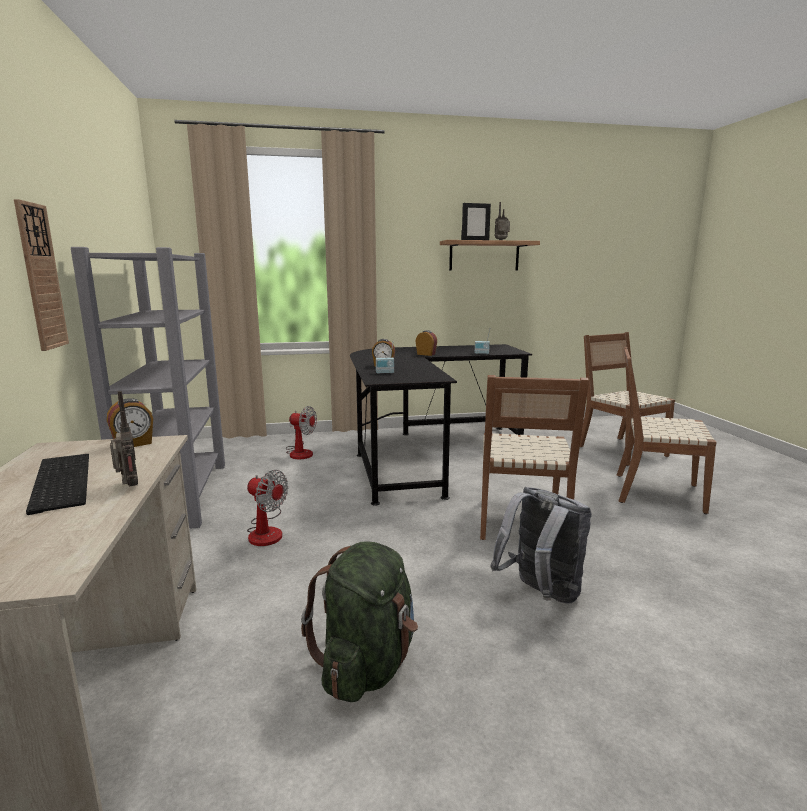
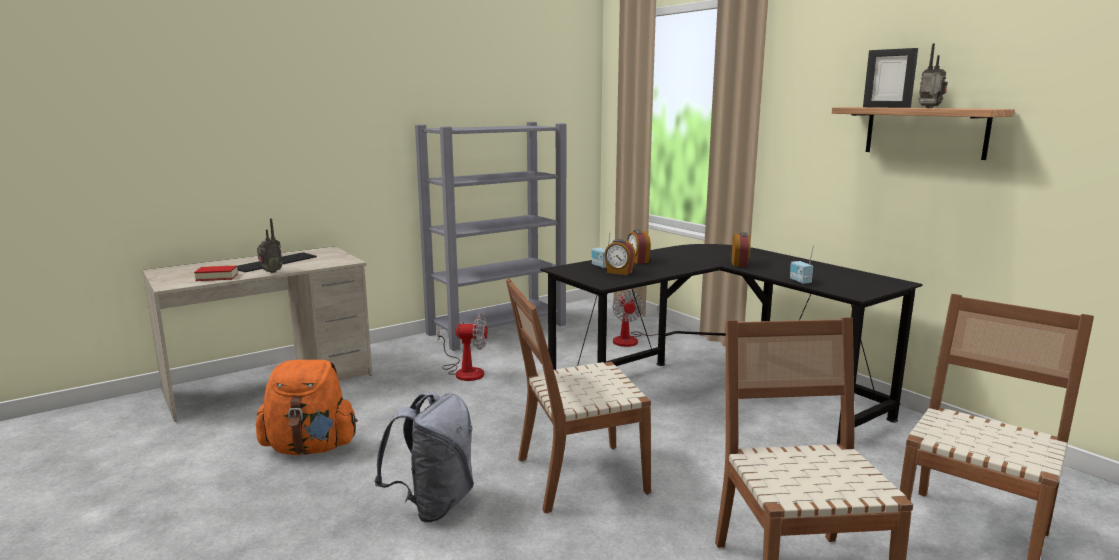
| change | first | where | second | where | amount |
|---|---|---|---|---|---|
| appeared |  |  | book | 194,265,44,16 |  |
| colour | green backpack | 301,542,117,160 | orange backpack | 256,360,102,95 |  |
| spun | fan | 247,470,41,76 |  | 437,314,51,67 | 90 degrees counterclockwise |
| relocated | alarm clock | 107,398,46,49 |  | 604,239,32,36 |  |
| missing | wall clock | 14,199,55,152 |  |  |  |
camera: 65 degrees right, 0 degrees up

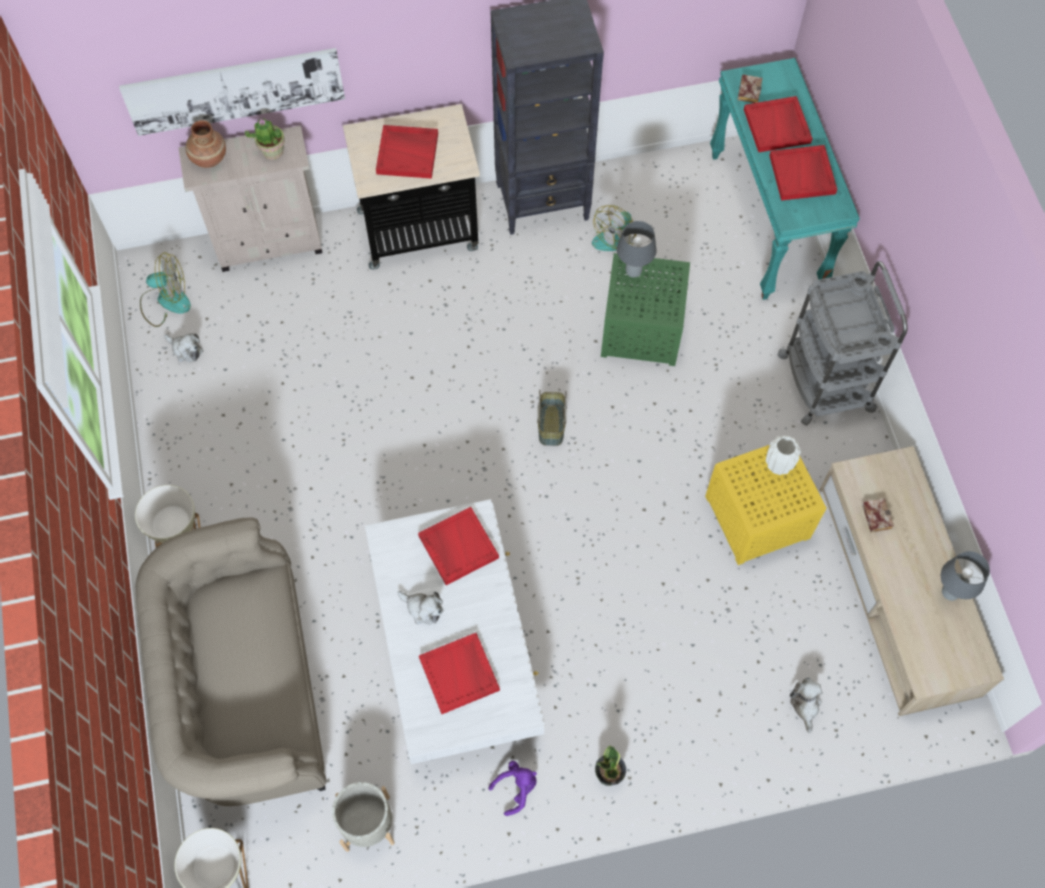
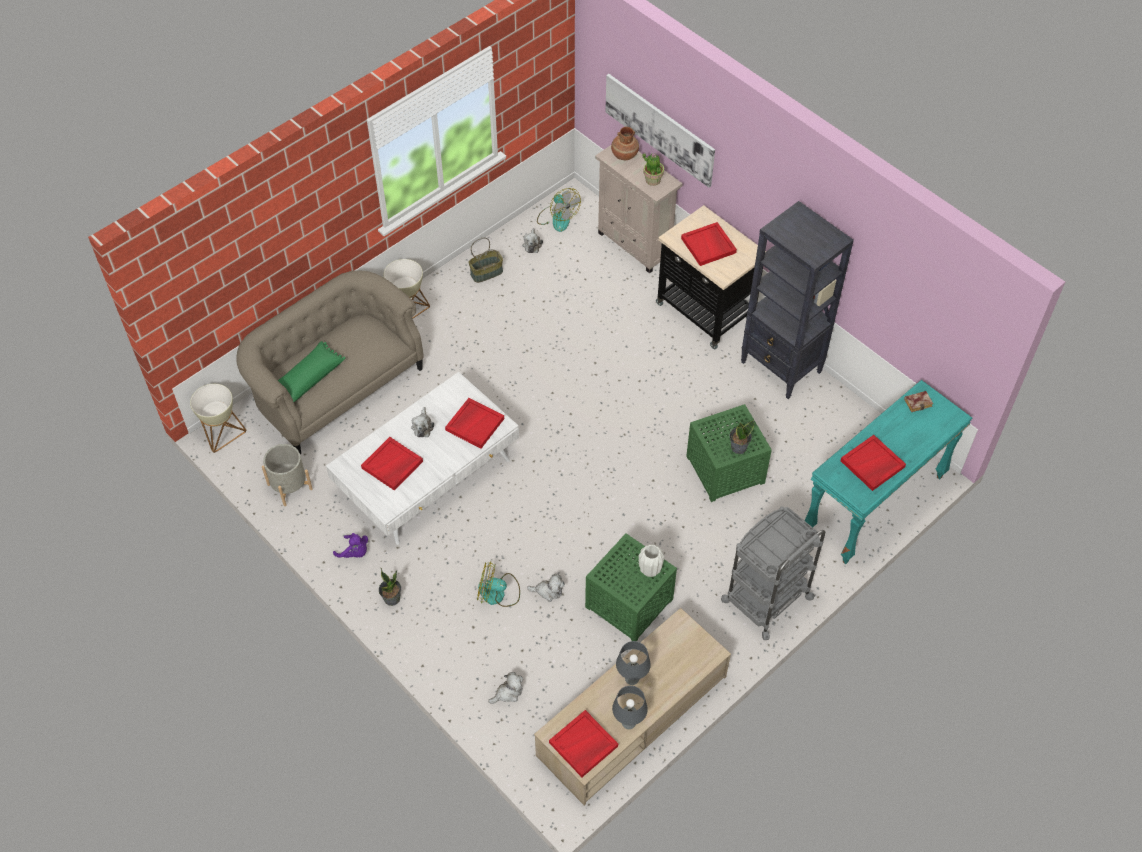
| change | first | where | second | where | amount |
|---|---|---|---|---|---|
| appeared |  |  | green pillow | 278,341,67,61 |  |
| relocated | basket | 537,390,30,56 |  | 469,237,34,46 |  |
| relocated | fan | 592,205,44,46 |  | 477,561,43,46 |  |
| appeared |  |  | plush toy | 527,574,38,28 |  |
| relocated | red tray | 744,96,69,56 |  | 549,710,69,67 |  |
| colour | yellow side table | 705,445,121,120 | green side table | 585,533,92,108 |  |
| relocated | grey table lamp | 617,221,39,56 |  | 616,641,35,44 |  |
| appeared |  |  | potted plant | 729,420,25,34 |  |
| missing | book | 862,498,32,35 |  |  |  |
camera: 60 degrees right, 10 degrees down

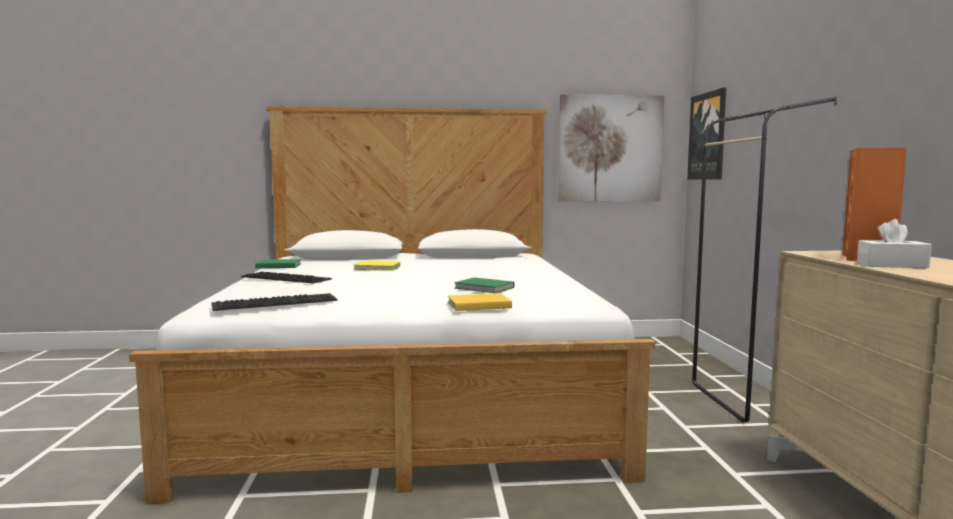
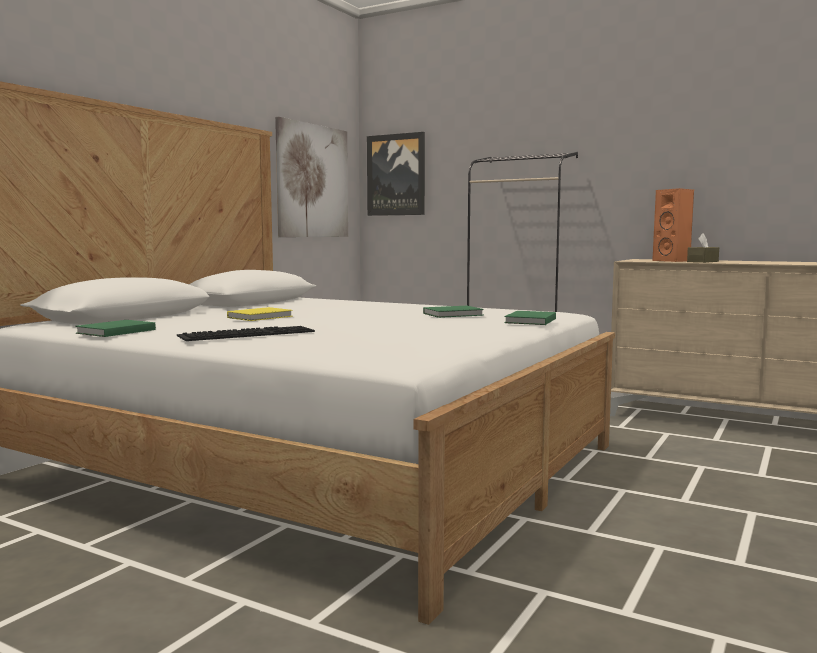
| change | first | where | second | where | amount |
|---|---|---|---|---|---|
| colour | yellow book | 448,293,64,18 | green book | 504,311,52,14 |  |
| colour | white tissue box | 857,219,75,49 | brown tissue box | 687,233,32,30 |  |
| missing | keyboard | 211,293,126,18 |  |  |  |
camera: 55 degrees left, 0 degrees up

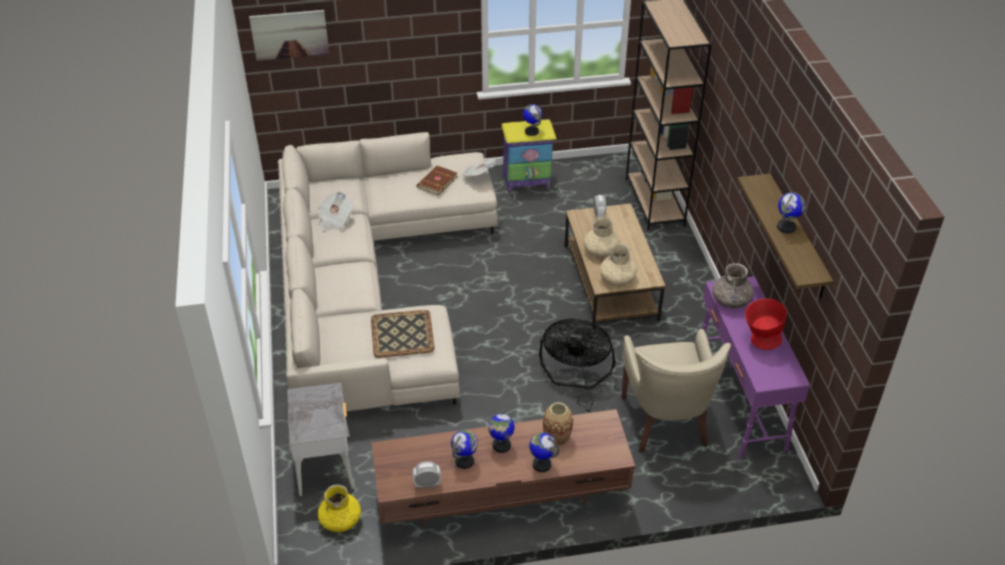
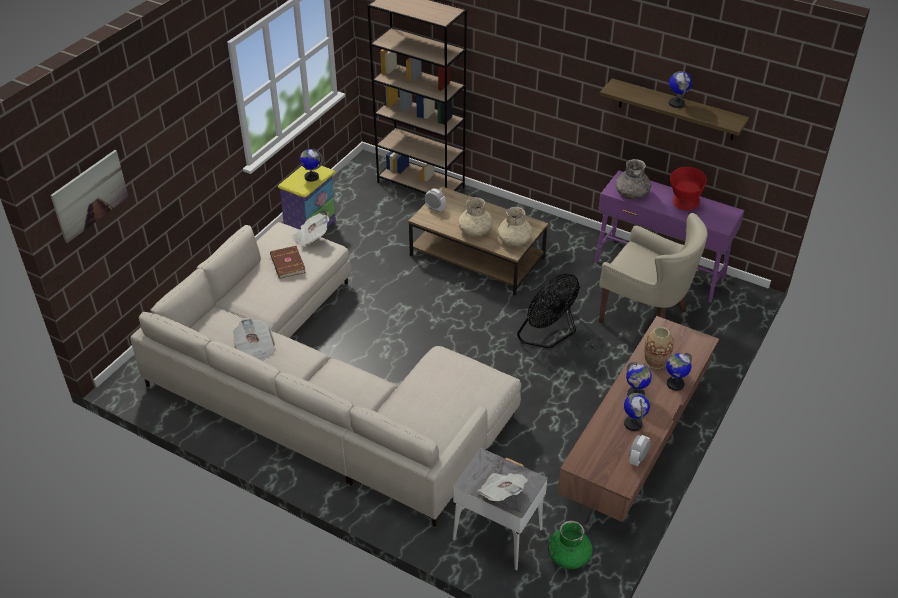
| change | first | where | second | where | amount |
|---|---|---|---|---|---|
| appeared |  |  | newspaper | 478,473,50,28 |  |
| colour | yellow vase | 318,485,43,47 | green vase | 547,521,45,48 |  |
| missing | tray | 371,310,64,48 |  |  |  |
camera: 50 degrees left, 0 degrees up

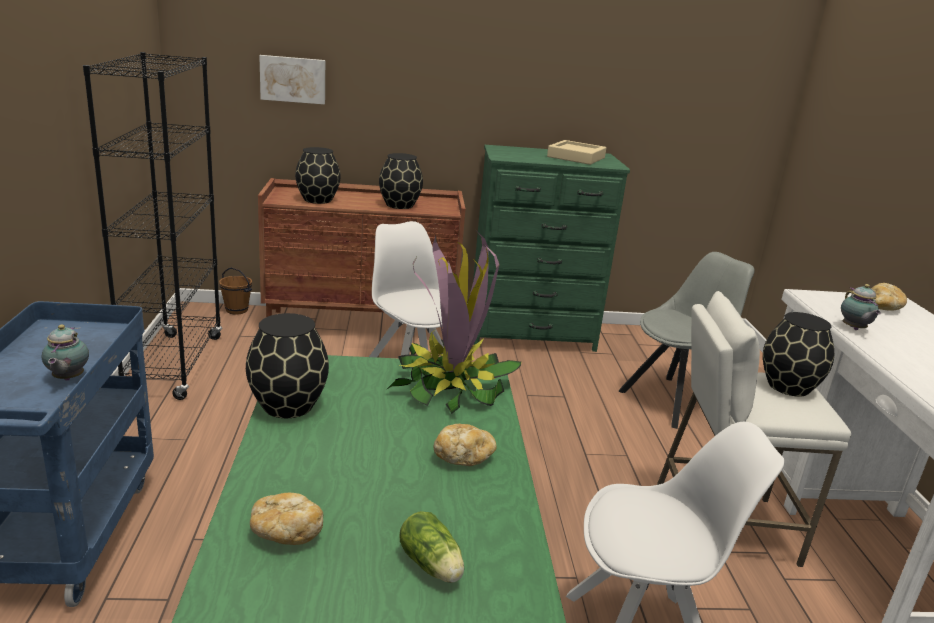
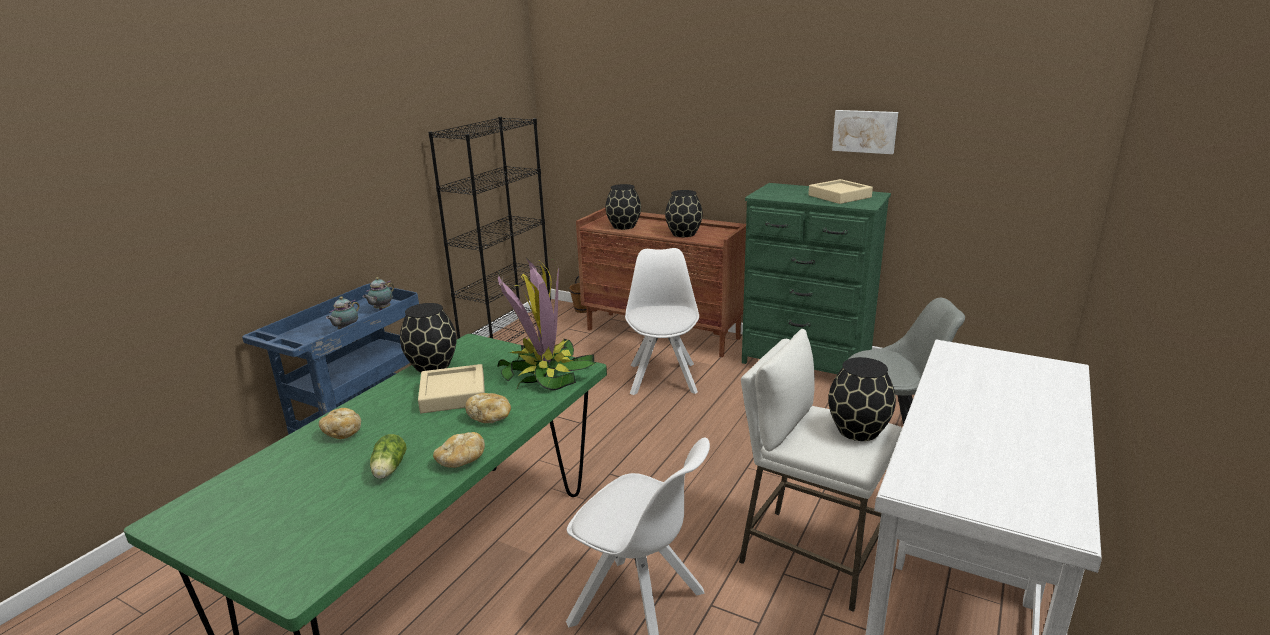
| change | first | where | second | where | amount |
|---|---|---|---|---|---|
| relocated | teapot | 841,284,40,46 |  | 363,277,31,33 |  |
| appeared |  |  | beige tray | 418,364,67,49 |  |
| relocated | bread | 871,283,36,28 |  | 433,432,52,36 |  |
| relocated | picture | 259,55,66,49 |  | 832,110,66,44 |  |
camera: 35 degrees right, 0 degrees up

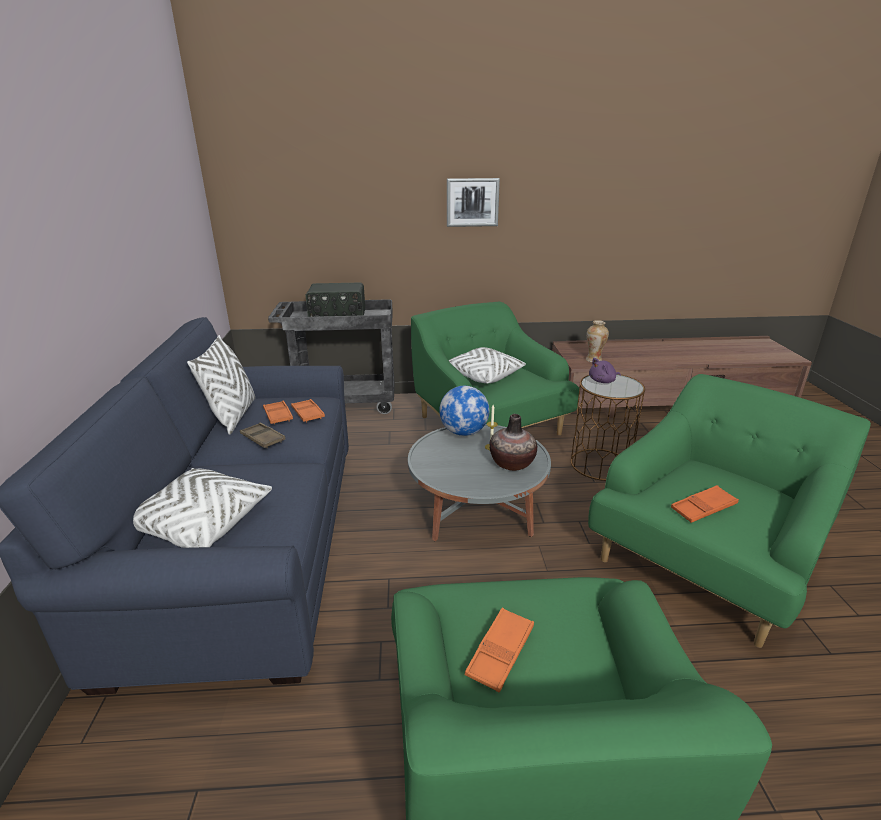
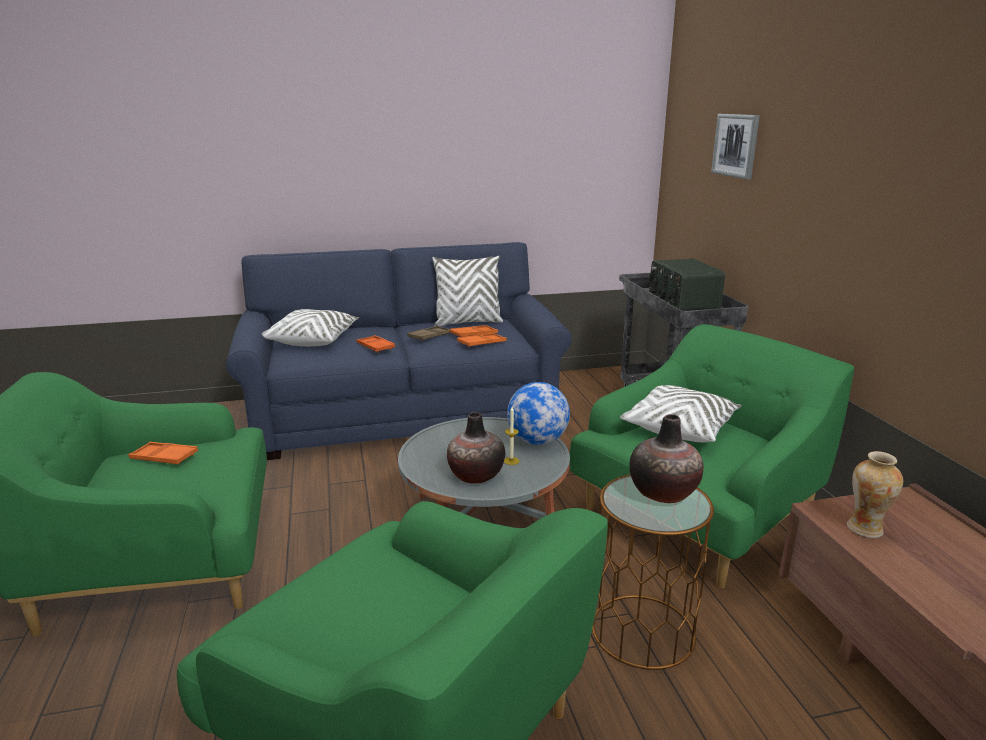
| change | first | where | second | where | amount |
|---|---|---|---|---|---|
| relocated | orange tray | 671,485,68,38 |  | 356,335,39,18 |  |
| exchanged | purple plush toy | 589,358,32,25 | vase | 629,414,74,89 |  |
| relocated | picture | 447,178,53,49 |  | 711,114,49,66 |  |
camera: 80 degrees right, 5 degrees down

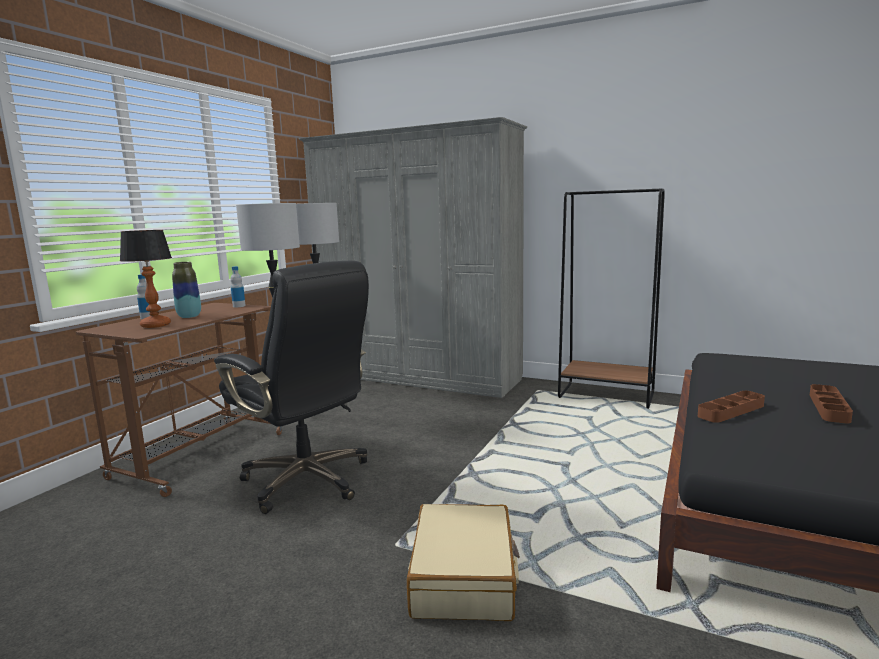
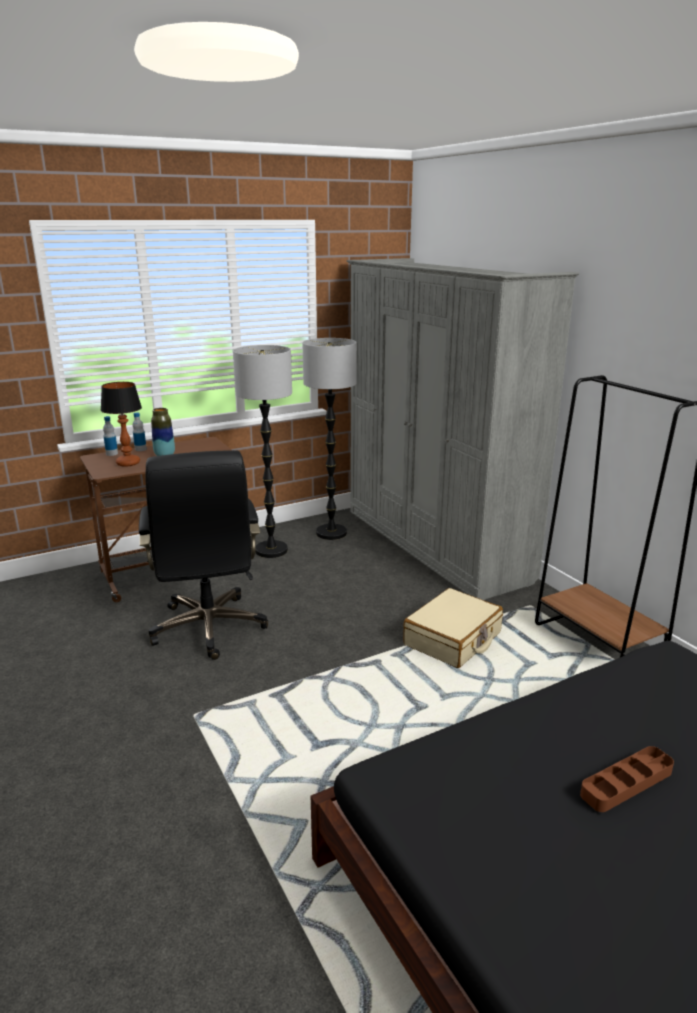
| change | first | where | second | where | amount |
|---|---|---|---|---|---|
| relocated | bottle | 230,266,16,41 |  | 103,416,15,40 |  |
| relocated | beige suitcase | 407,504,113,117 |  | 403,588,100,80 |  |
| missing | brown tray | 698,391,67,32 |  |  |  |
camera: 35 degrees right, 10 degrees up

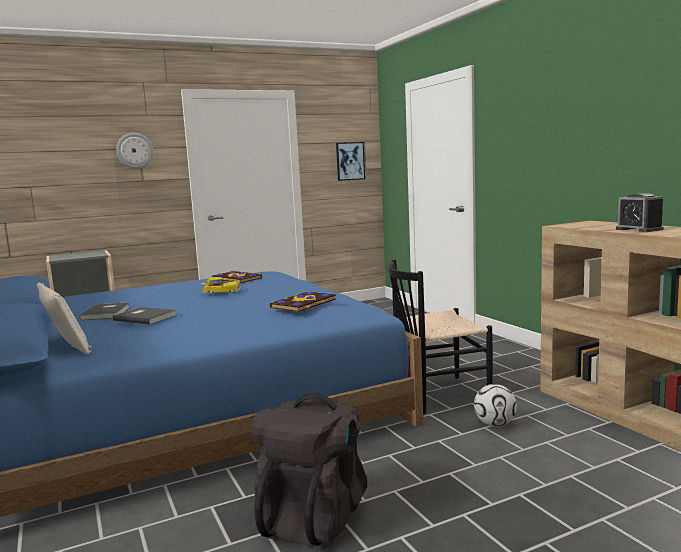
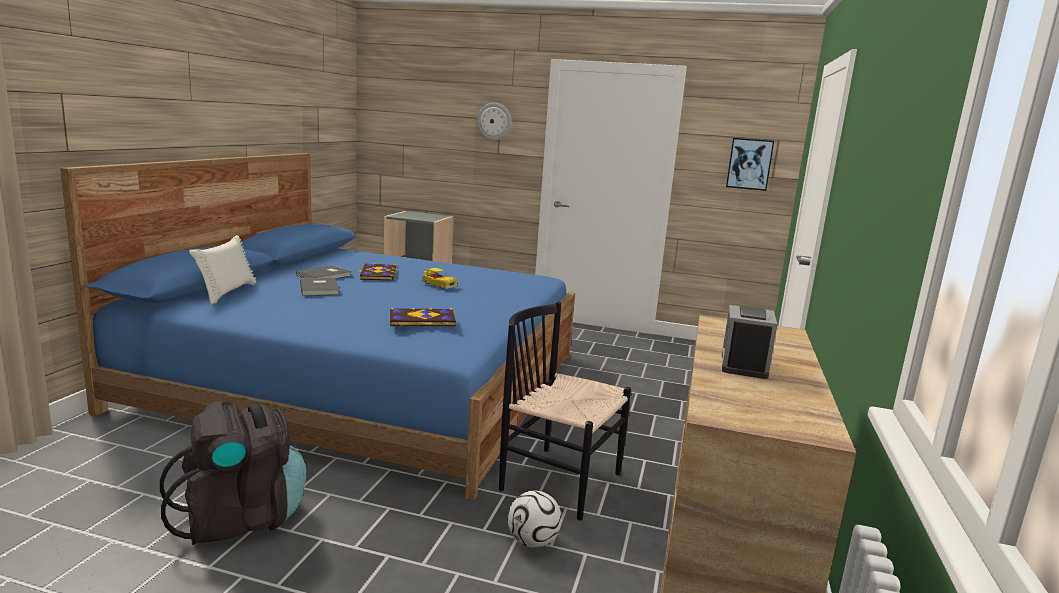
| change | first | where | second | where | amount |
|---|---|---|---|---|---|
| relocated | book | 212,271,50,12 |  | 358,263,39,18 |  |
camera: 40 degrees right, 5 degrees up

